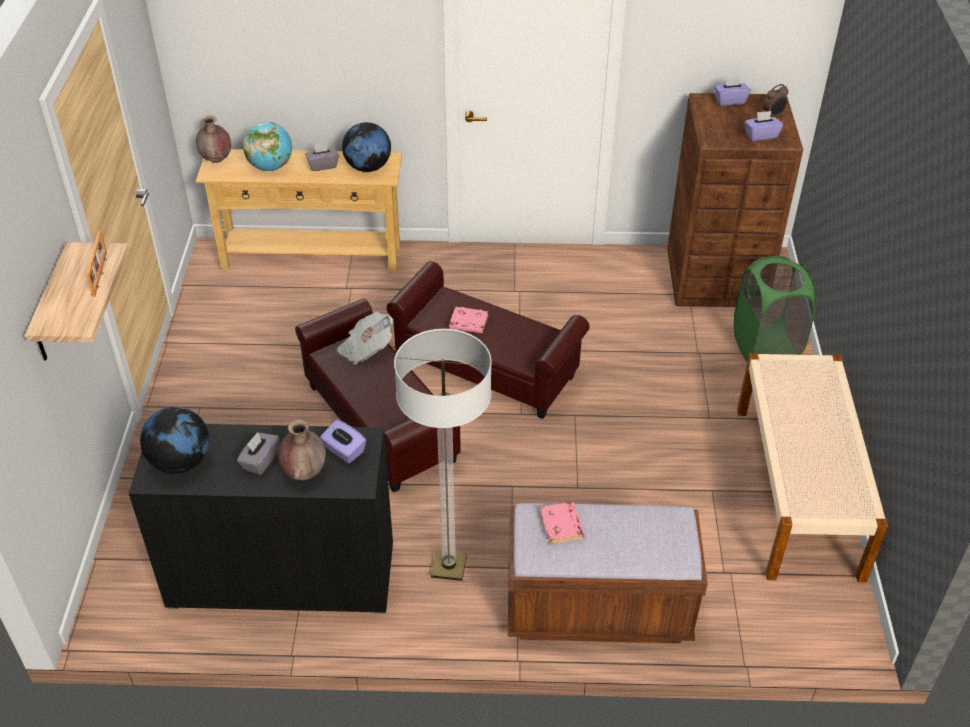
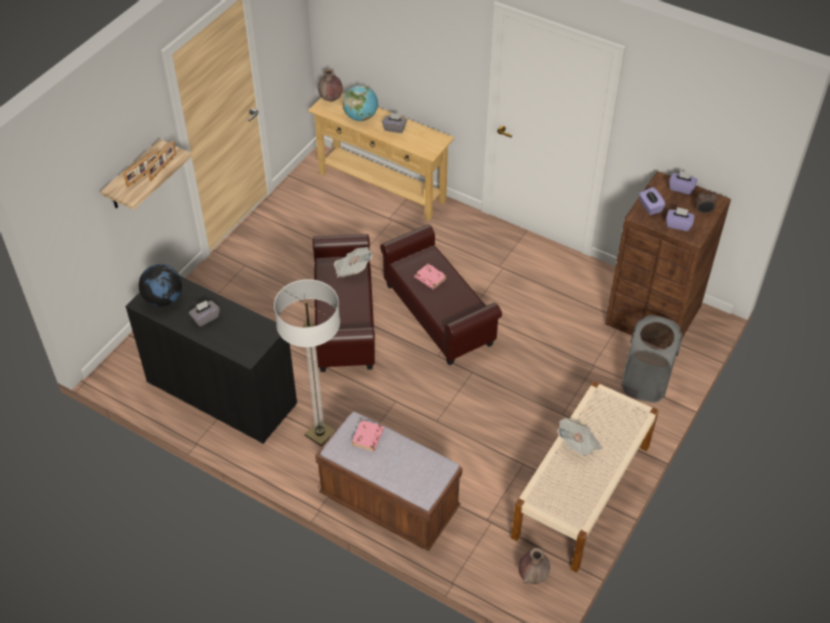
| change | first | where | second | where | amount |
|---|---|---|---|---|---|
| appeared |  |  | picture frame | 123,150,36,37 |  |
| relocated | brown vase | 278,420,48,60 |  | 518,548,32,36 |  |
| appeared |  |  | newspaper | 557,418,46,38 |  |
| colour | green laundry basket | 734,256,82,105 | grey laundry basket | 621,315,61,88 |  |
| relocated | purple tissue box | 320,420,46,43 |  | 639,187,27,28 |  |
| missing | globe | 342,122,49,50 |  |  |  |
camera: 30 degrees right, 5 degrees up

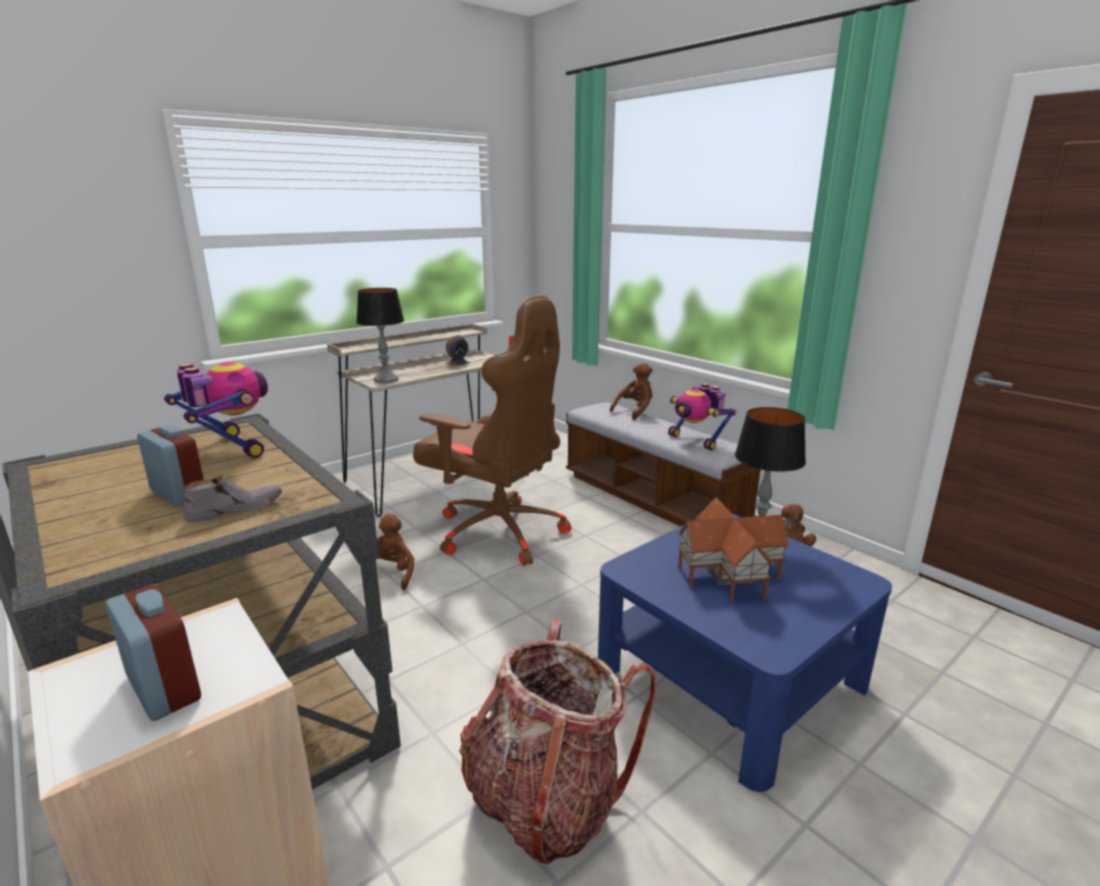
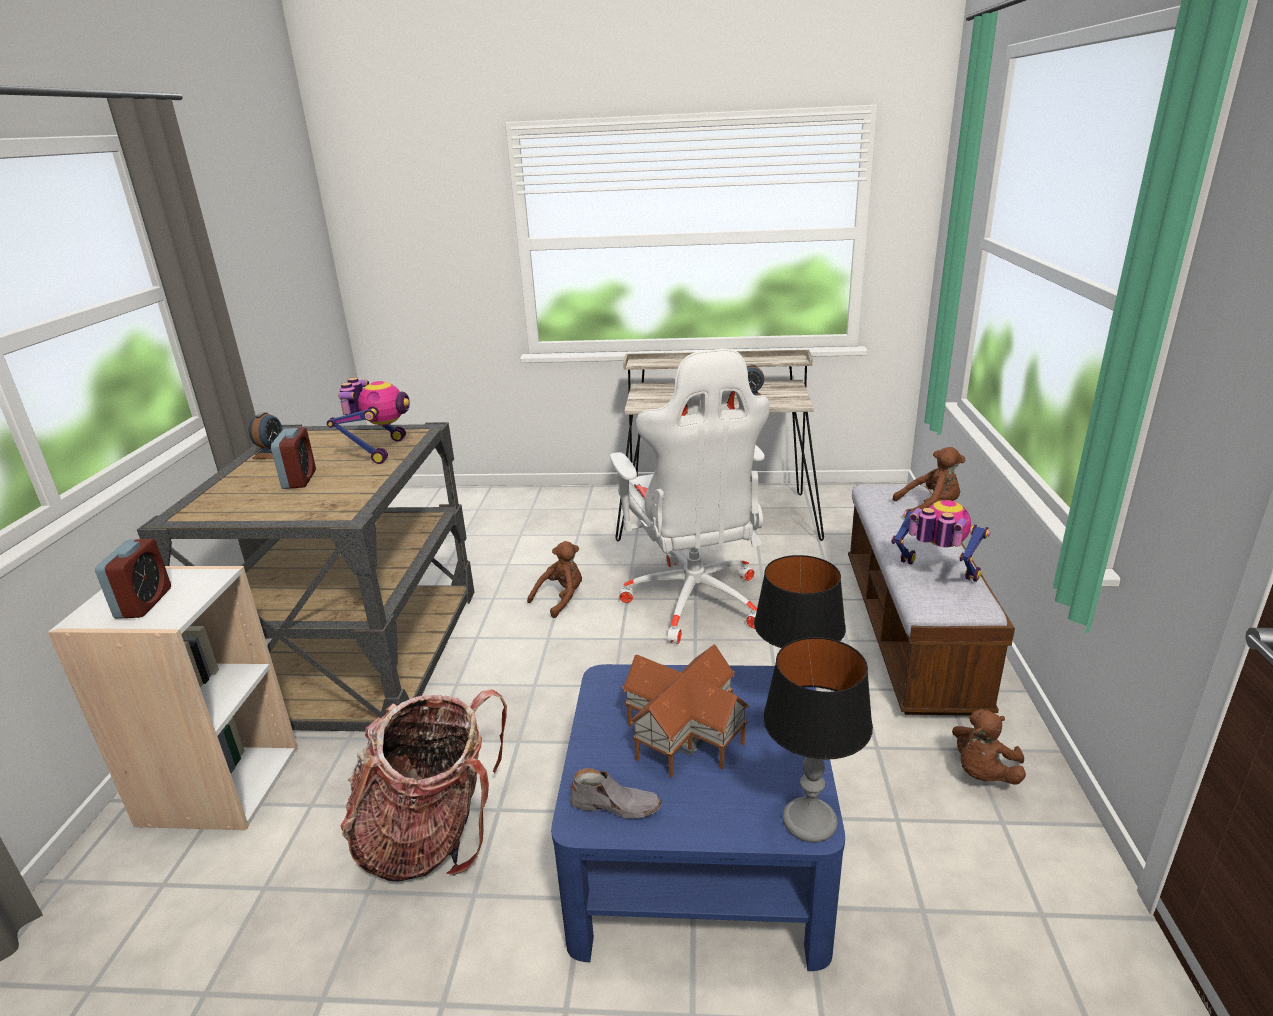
| change | first | where | second | where | amount |
|---|---|---|---|---|---|
| appeared |  |  | alarm clock | 249,412,33,47 |  |
| relocated | grey shoe | 184,476,98,46 |  | 570,768,92,51 |  |
| colour | brown office chair | 413,296,158,270 | white office chair | 610,349,160,295 |  |
| relocated | table lamp | 356,288,48,95 |  | 763,637,110,206 |  |
| spun | toy robot | 668,383,68,67 |  | 891,500,100,82 | 120 degrees clockwise |
camera: 45 degrees right, 5 degrees up

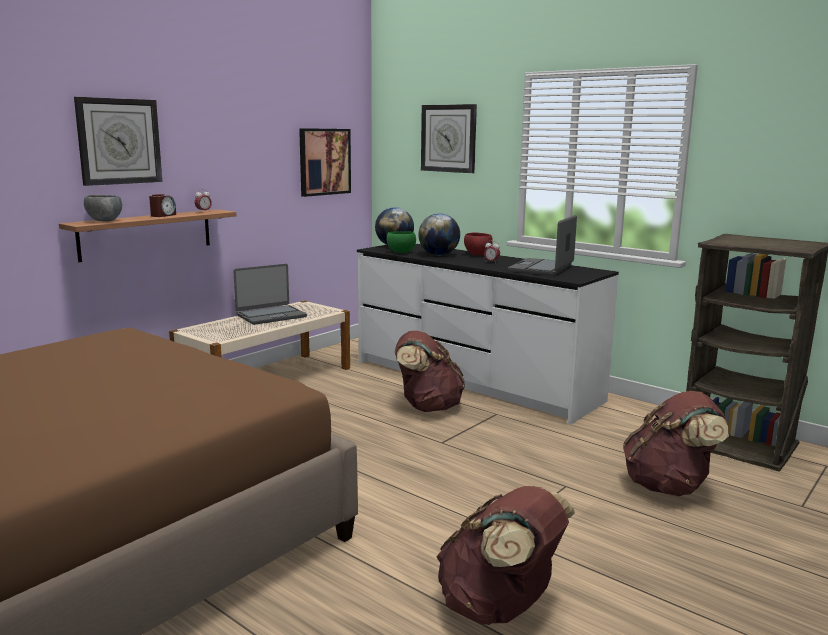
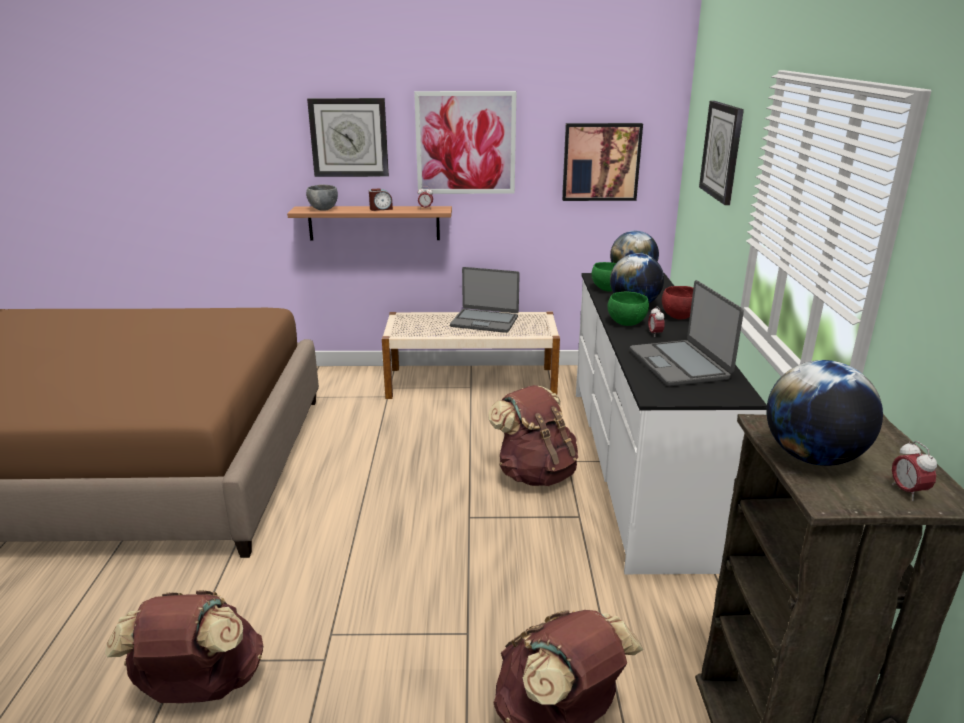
| change | first | where | second | where | amount |
|---|---|---|---|---|---|
| appeared |  |  | picture | 414,91,102,103 |  |
| appeared |  |  | green bowl | 607,292,42,34 |  |
| spun | laptop | 508,215,69,61 |  | 630,280,114,106 | 90 degrees counterclockwise |
| appeared |  |  | globe | 767,360,116,106 |  |
| appeared |  |  | alarm clock | 892,441,45,60 |  |
camera: 50 degrees right, 10 degrees up

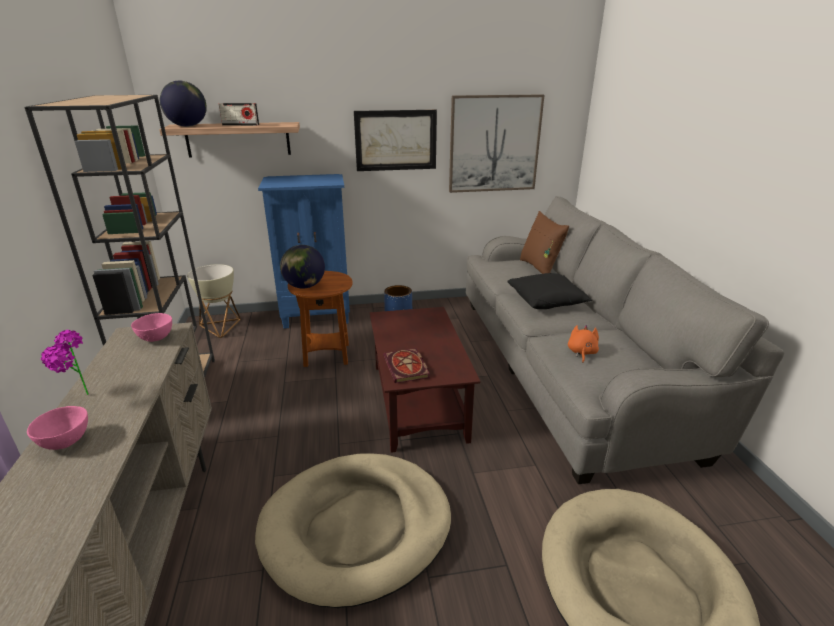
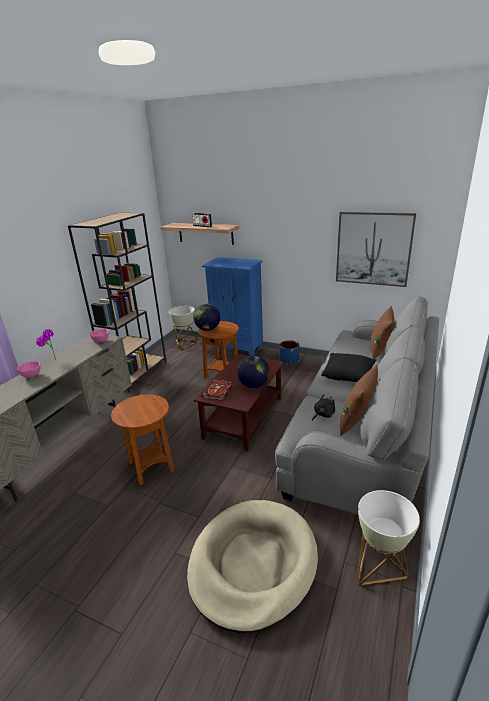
| change | first | where | second | where | amount |
|---|---|---|---|---|---|
| exchanged | beige dog bed | 255,453,196,155 | brown side table | 111,394,63,91 |  |
| relocated | globe | 160,81,47,46 |  | 237,355,33,33 |  |
| colour | orange plush toy | 568,325,31,38 | black plush toy | 312,395,23,26 |  |
| appeared |  |  | brown pillow | 340,365,38,71 |  |
| appeared |  |  | planter | 357,490,63,95 |  |
| missing | picture | 354,110,83,61 |  |  |  |
camera: 35 degrees right, 0 degrees up

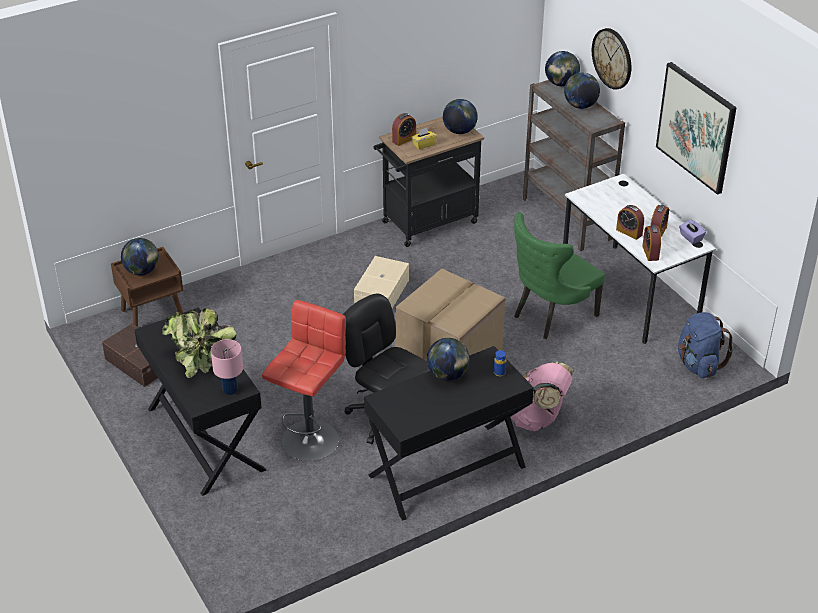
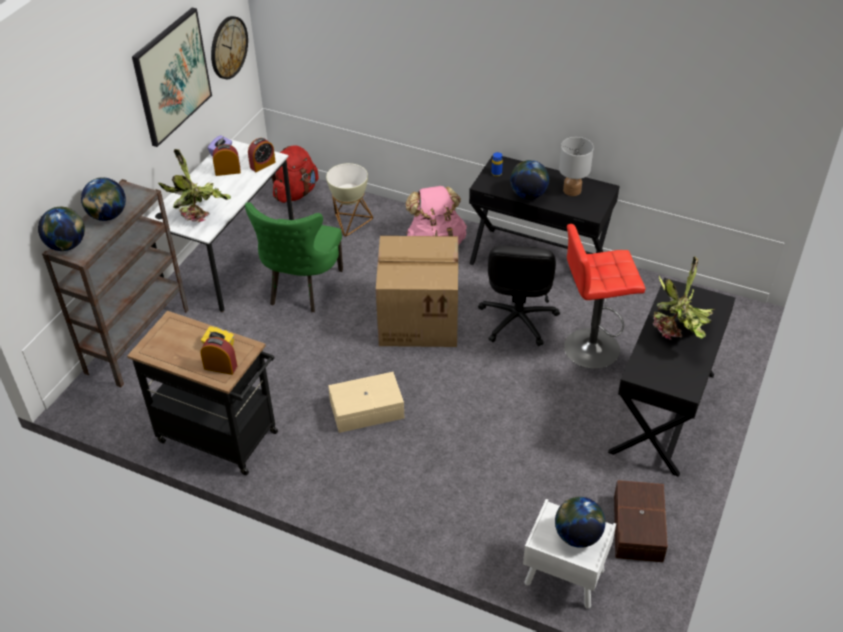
| change | first | where | second | where | amount |
|---|---|---|---|---|---|
| appeared |  |  | potted plant | 158,149,73,73 |  |
| relocated | wall clock | 592,28,39,62 |  | 211,16,37,63 |  |
| spun | green chair | 514,212,91,127 |  | 245,202,98,110 | 90 degrees clockwise |
| colour | blue backpack | 678,312,56,66 | red backpack | 271,145,48,58 |  |
| appeared |  |  | planter | 326,163,47,74 |  |
| colour | brown nightstand | 111,247,72,80 | white nightstand | 523,499,93,110 |  |
| appeared |  |  | grey table lamp | 559,137,35,59 |  |
| missing | pink table lamp | 211,339,32,56 |  |  |  |
| missing | globe | 443,99,35,35 |  |  |  |
| missing | alarm clock | 616,205,28,35 |  |  |  |
camera: 125 degrees left, 5 degrees up

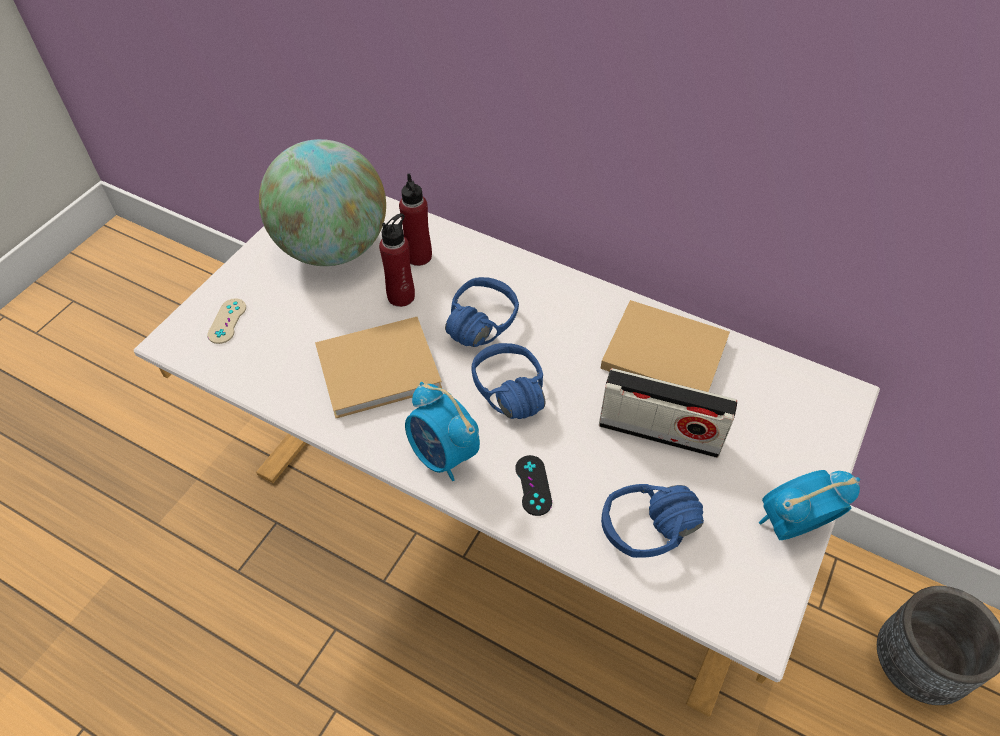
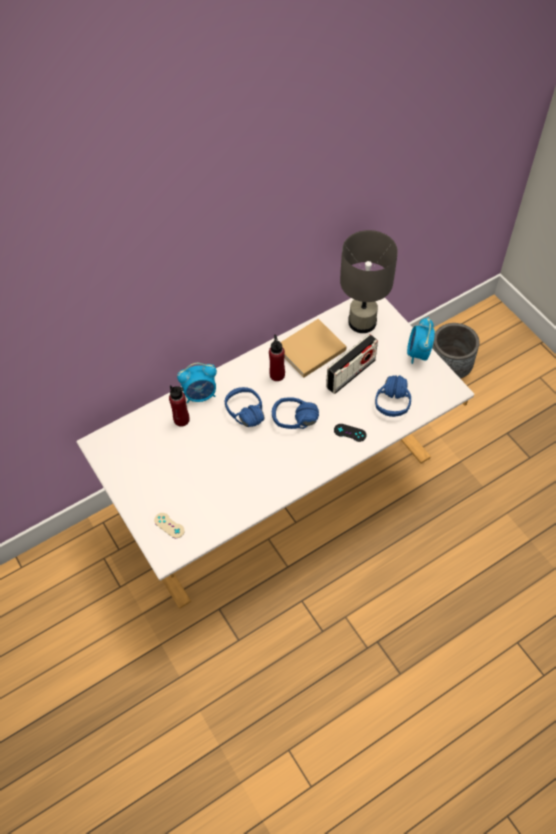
| change | first | where | second | where | amount |
|---|---|---|---|---|---|
| relocated | alarm clock | 405,382,75,99 |  | 177,363,40,40 |  |
| relocated | red bottle | 379,213,36,94 |  | 269,335,16,46 |  |
| appeared |  |  | grey table lamp | 340,230,58,103 |  |
| missing | globe | 259,139,127,127 |  |  |  |
| missing | beige book | 315,317,127,101 |  |  |  |
camera: 60 degrees left, 5 degrees up

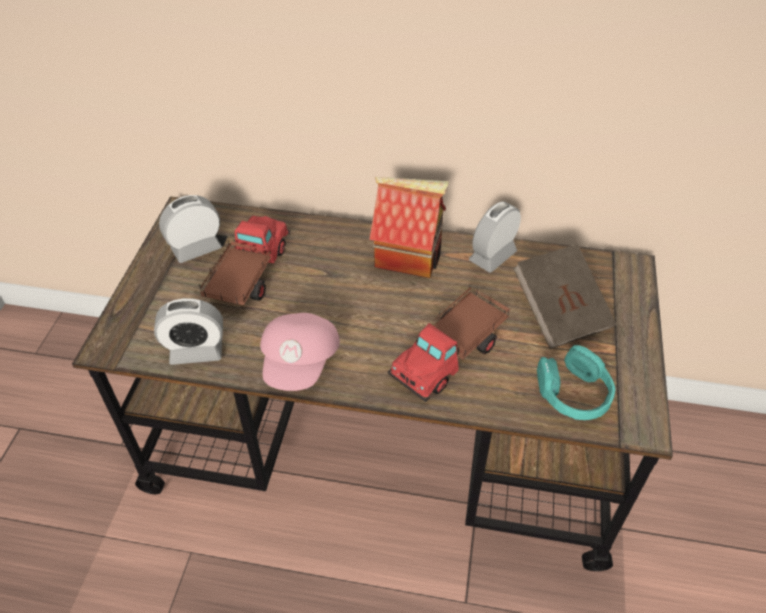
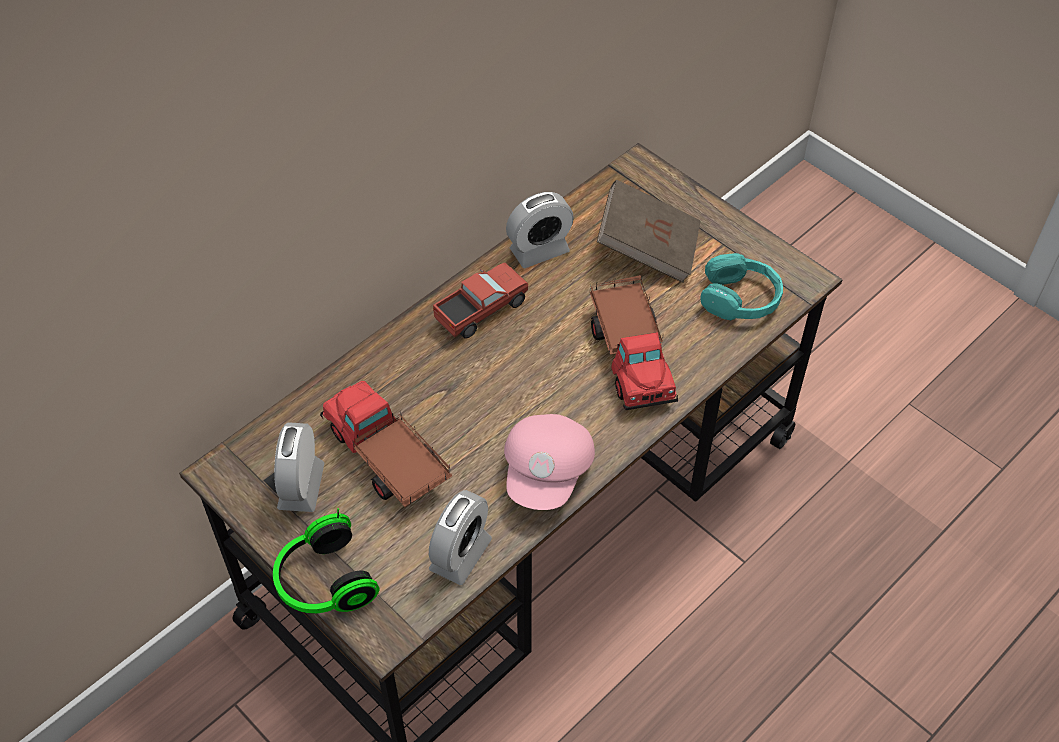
| change | first | where | second | where | amount |
|---|---|---|---|---|---|
| appeared |  |  | headphones | 273,508,106,105 |  |
| exchanged | toy house | 369,177,80,101 | toy truck | 433,263,95,76 |  |
| spun | pink cap | 260,313,80,78 |  | 504,414,91,96 | 60 degrees clockwise |
| spun | alarm clock | 469,201,52,72 |  | 506,192,68,76 | 105 degrees counterclockwise |
camera: 55 degrees left, 5 degrees up

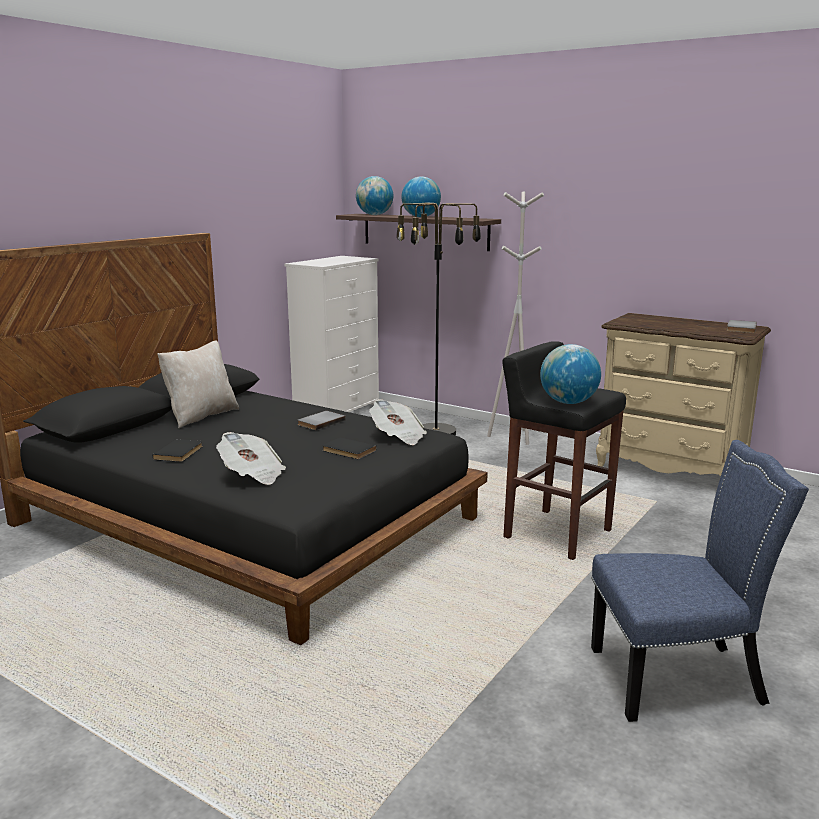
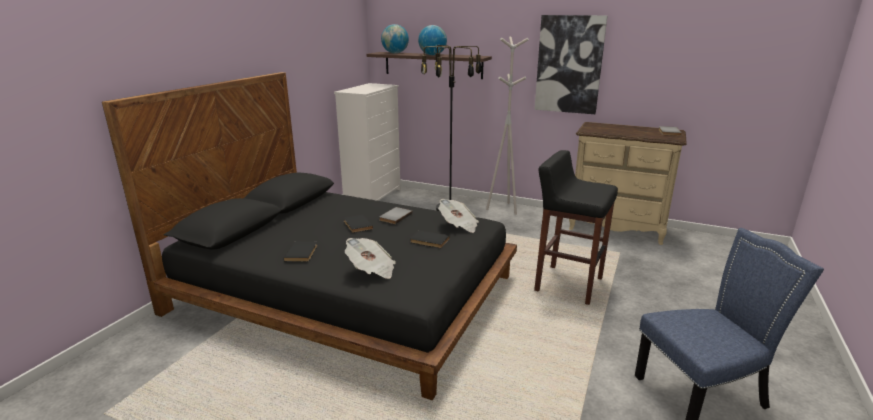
| change | first | where | second | where | amount |
|---|---|---|---|---|---|
| appeared |  |  | black book | 344,214,29,19 |  |
| appeared |  |  | picture | 535,15,73,99 |  |
| missing | beige pillow | 157,341,82,87 |  |  |  |
| missing | globe | 540,344,61,60 |  |  |  |
camera: 10 degrees left, 5 degrees up

